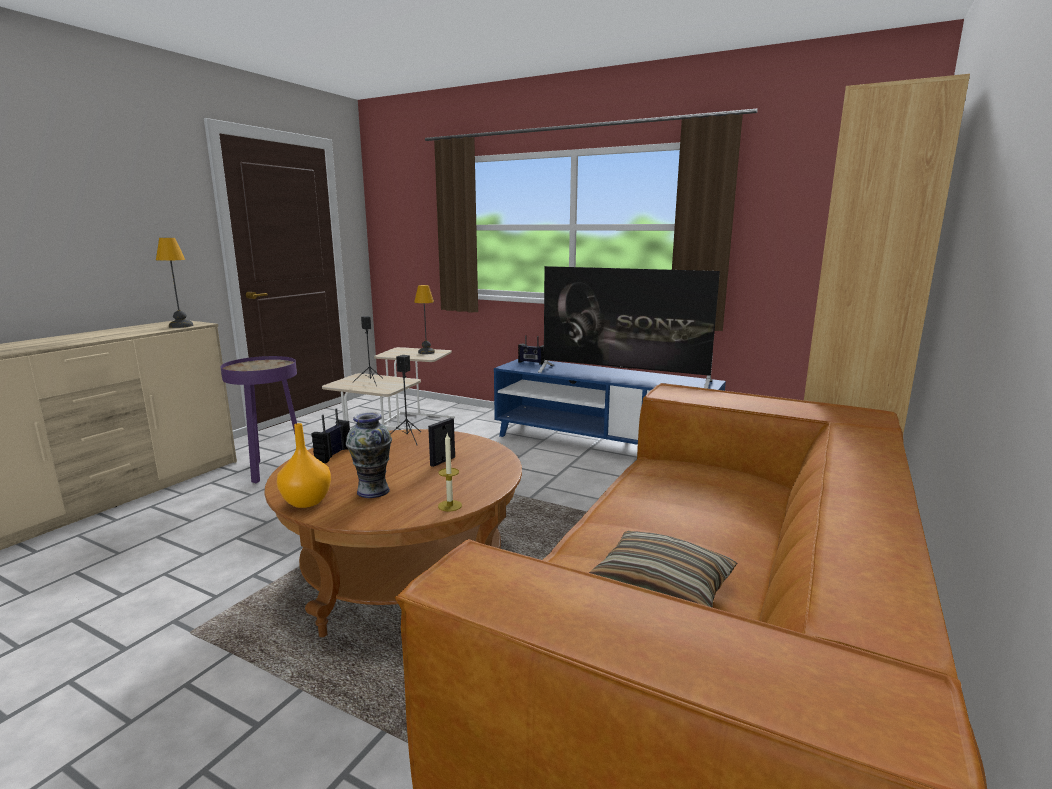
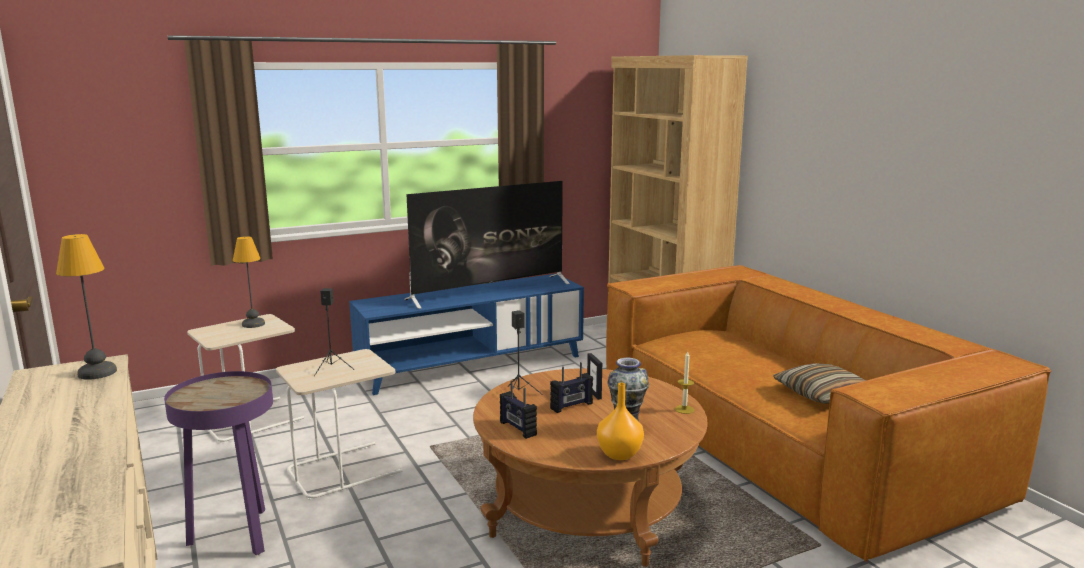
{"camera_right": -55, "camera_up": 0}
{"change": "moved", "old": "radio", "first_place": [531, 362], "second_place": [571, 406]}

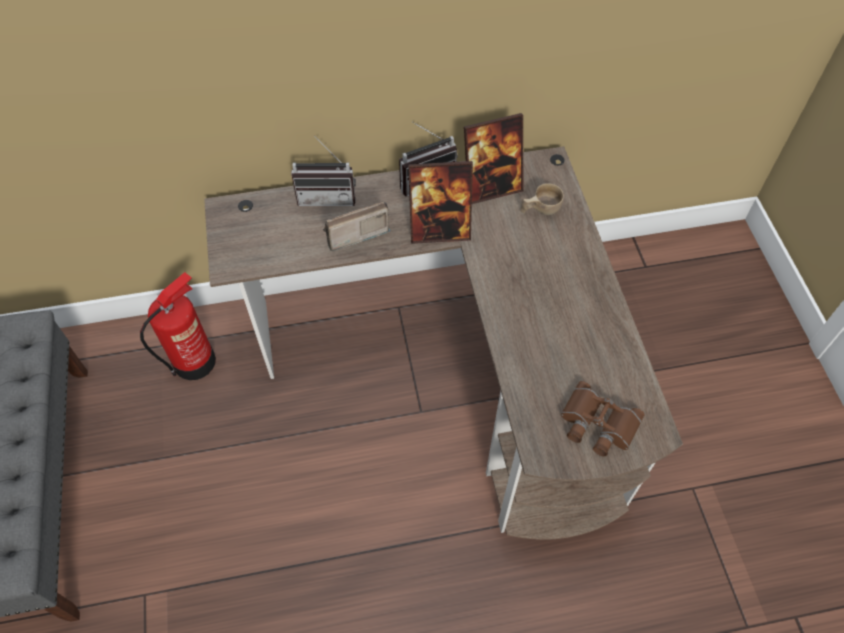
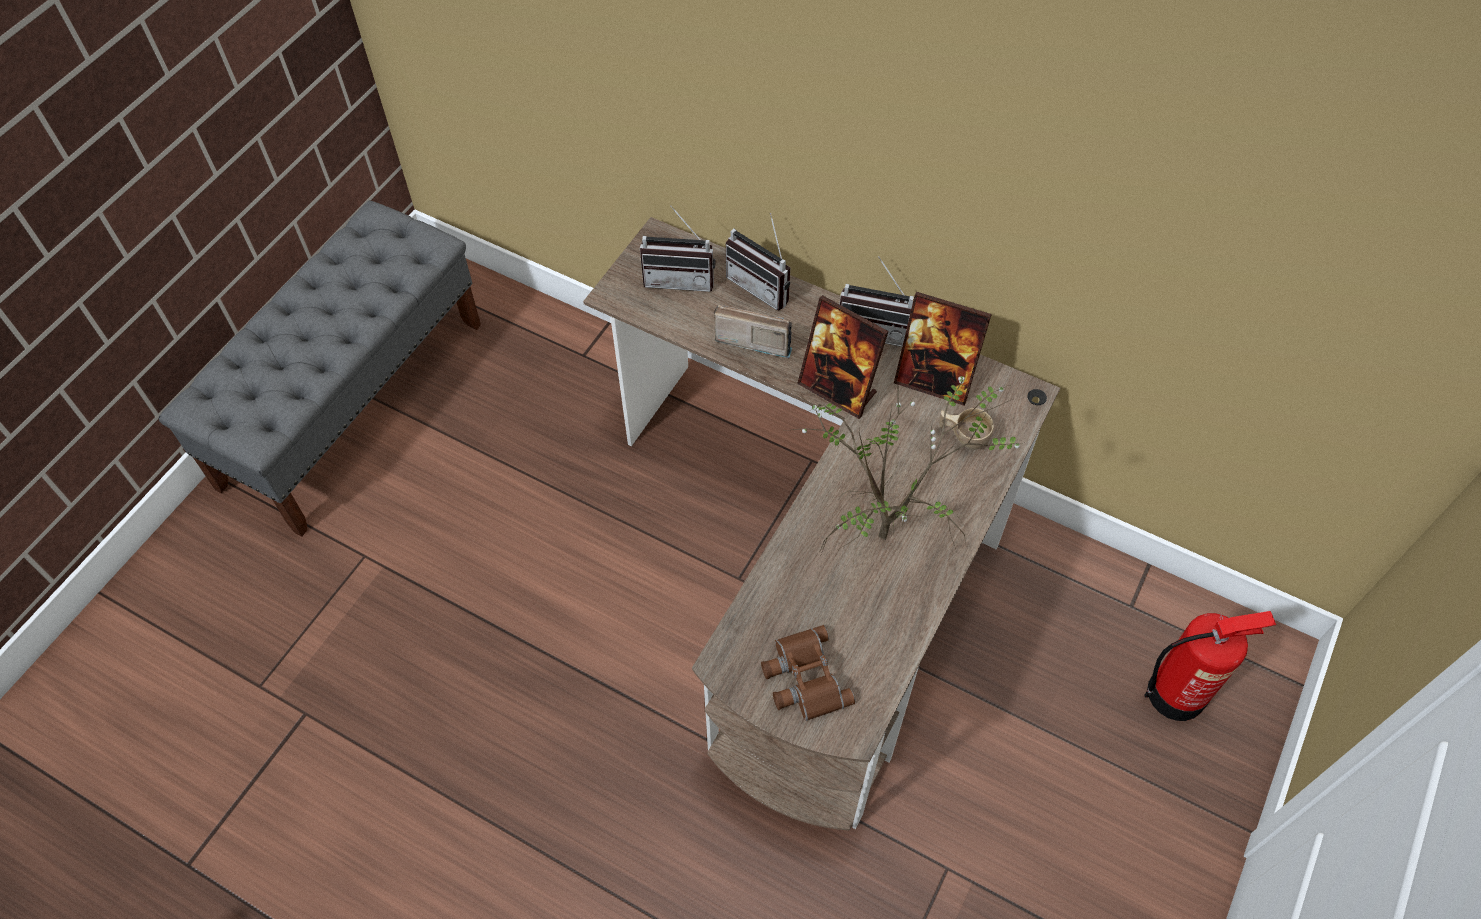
{"camera_right": 40, "camera_up": 0}
{"change": "moved", "old": "extintor", "first_place": [195, 361], "second_place": [1177, 693]}
{"change": "added", "new": "radio", "second_place": [680, 278]}
{"change": "added", "new": "planta en maceta", "second_place": [889, 533]}

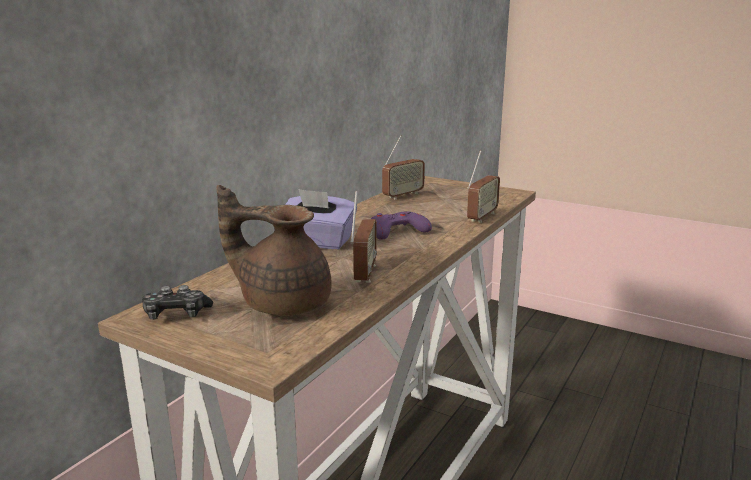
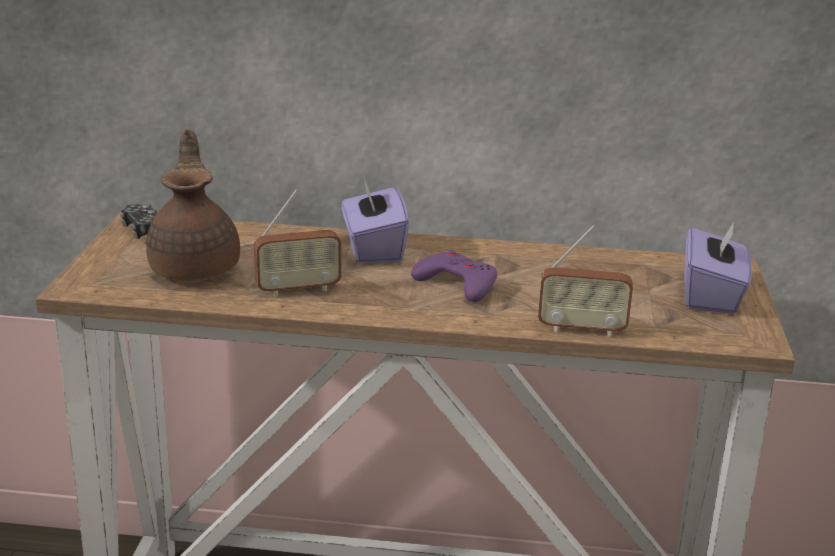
{"camera_right": 65, "camera_up": 5}
{"change": "removed", "old": "radio", "first_place": [403, 195]}
{"change": "added", "new": "caja de pañuelos/morado", "second_place": [712, 296]}

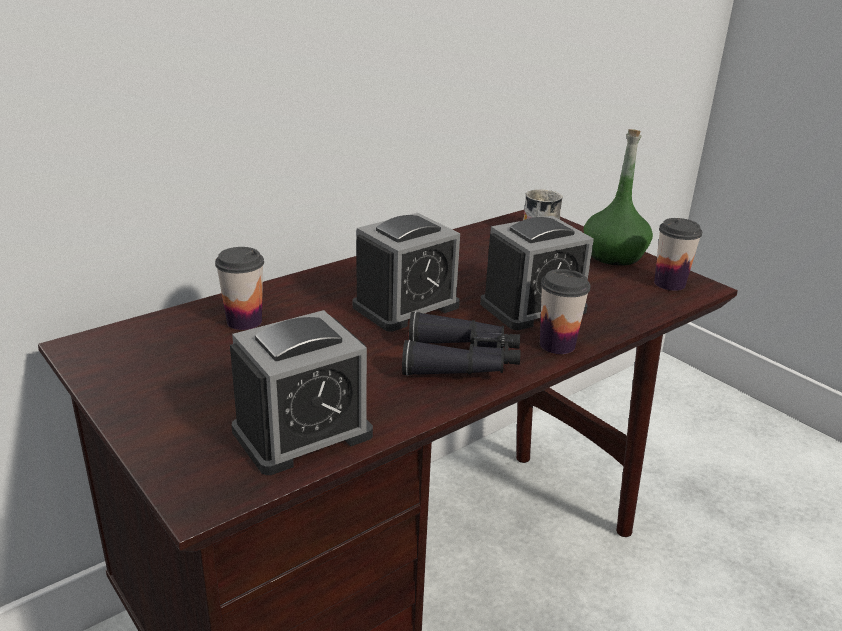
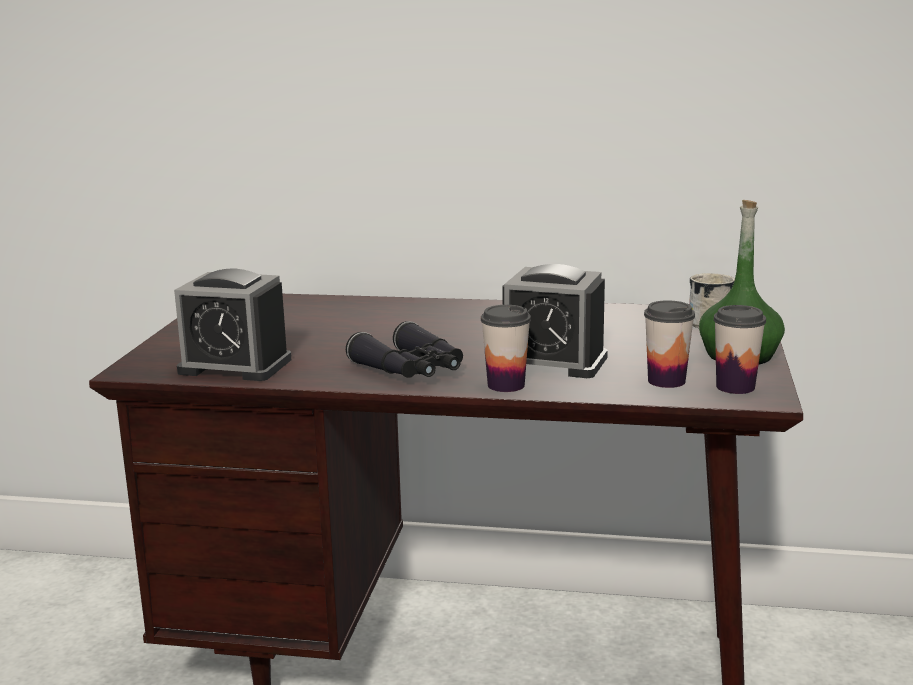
{"camera_right": 50, "camera_up": -10}
{"change": "moved", "old": "taza", "first_place": [244, 321], "second_place": [666, 381]}
{"change": "removed", "old": "despertador", "first_place": [406, 306]}

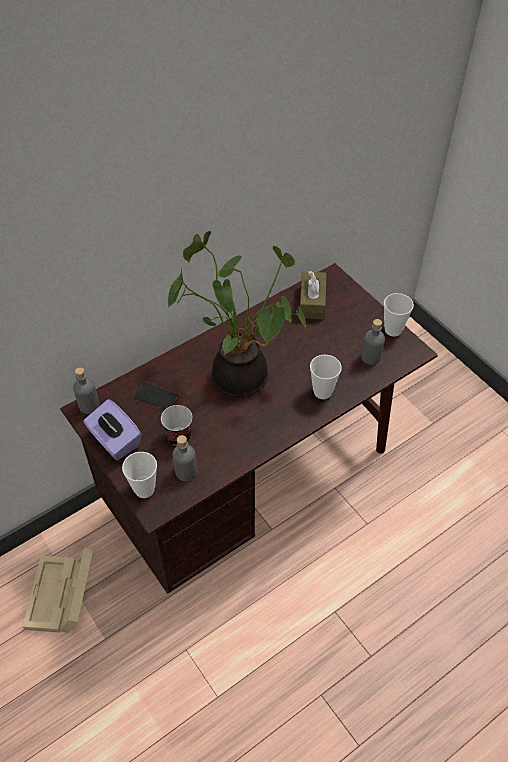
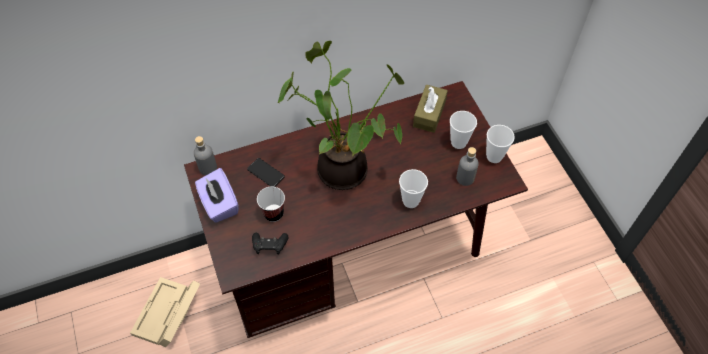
{"camera_right": 15, "camera_up": 5}
{"change": "moved", "old": "taza", "first_place": [144, 489], "second_place": [458, 142]}
{"change": "replaced", "old": "botella/gris", "new": "mando de consola/negro", "first_place": [186, 472], "second_place": [270, 246]}

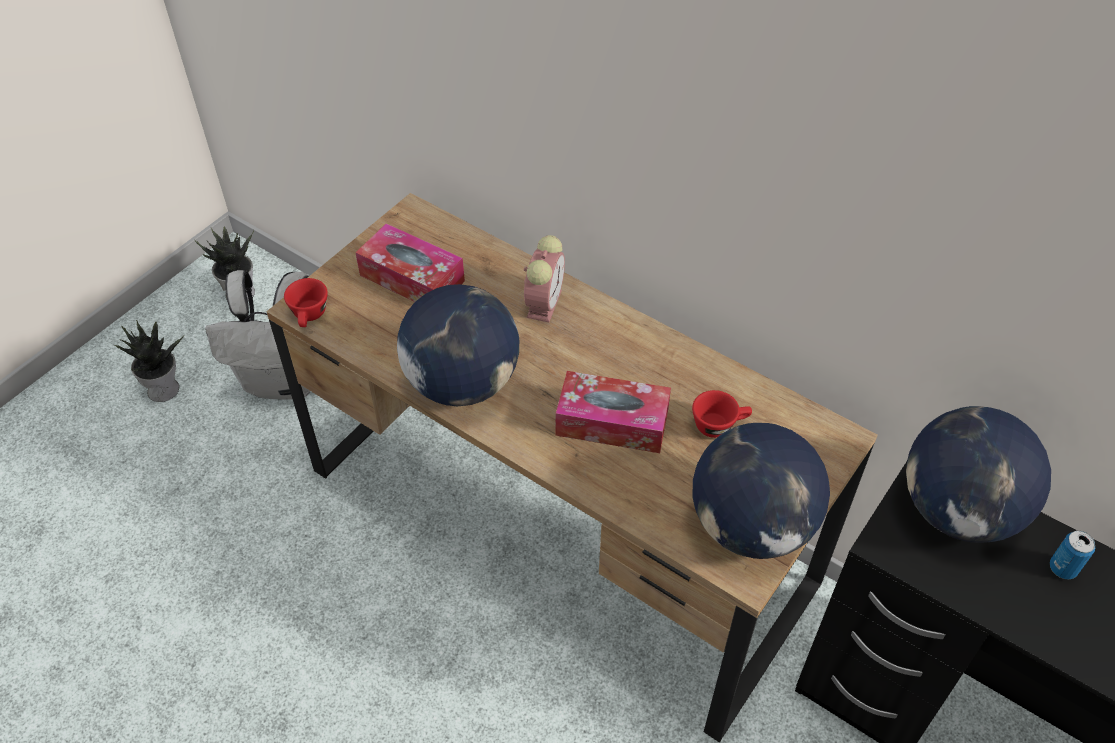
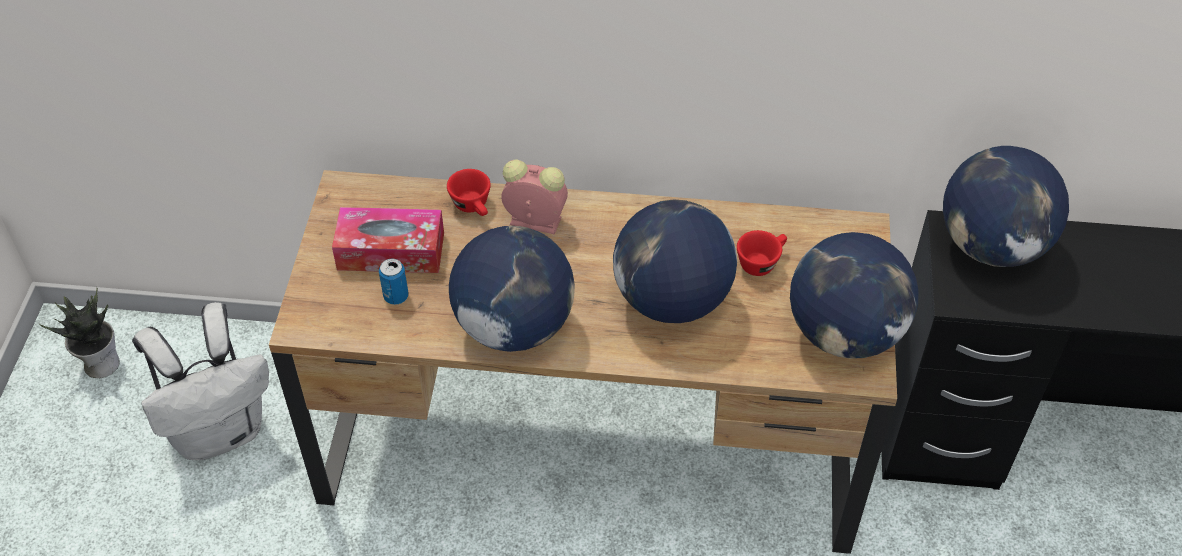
{"camera_right": -30, "camera_up": 0}
{"change": "removed", "old": "planta en maceta", "first_place": [164, 388]}
{"change": "moved", "old": "taza/rojo", "first_place": [310, 316], "second_place": [474, 207]}
{"change": "turned", "old": "despertador", "first_place": [544, 302], "second_place": [533, 221], "degrees": -60}
{"change": "replaced", "old": "caja de pañuelos", "new": "globo terráqueo", "first_place": [612, 422], "second_place": [671, 300]}
{"change": "moved", "old": "lata", "first_place": [1062, 568], "second_place": [396, 296]}

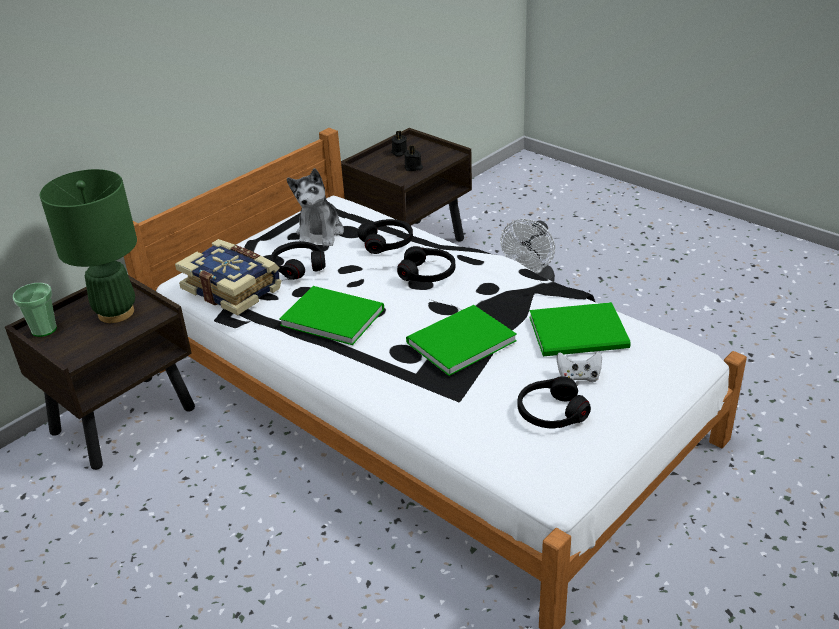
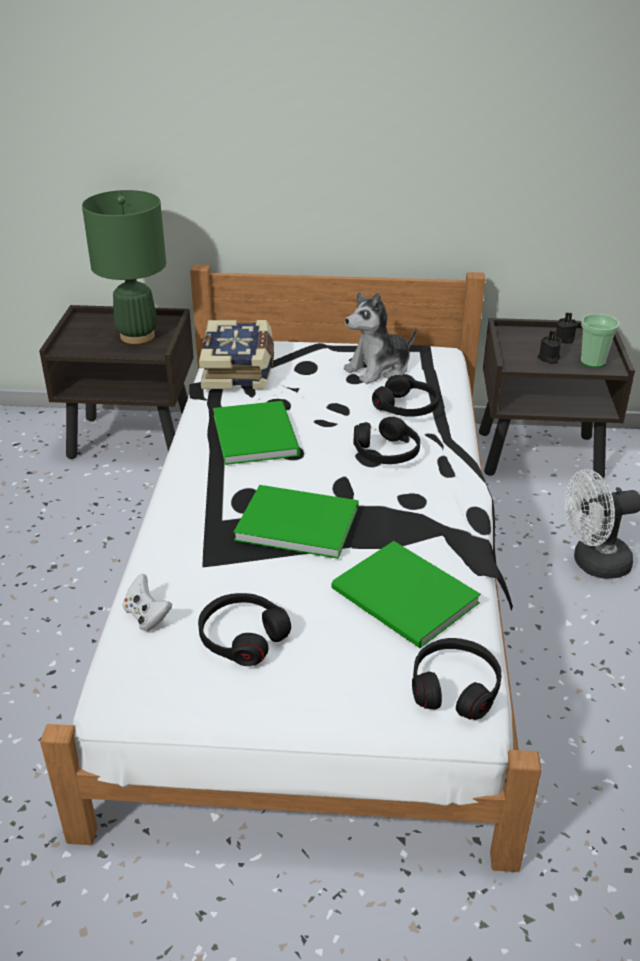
{"camera_right": 50, "camera_up": 0}
{"change": "moved", "old": "taza", "first_place": [44, 329], "second_place": [592, 362]}
{"change": "moved", "old": "auriculares/negro", "first_place": [298, 266], "second_place": [455, 687]}
{"change": "moved", "old": "mando de consola/blanco", "first_place": [578, 377], "second_place": [147, 616]}

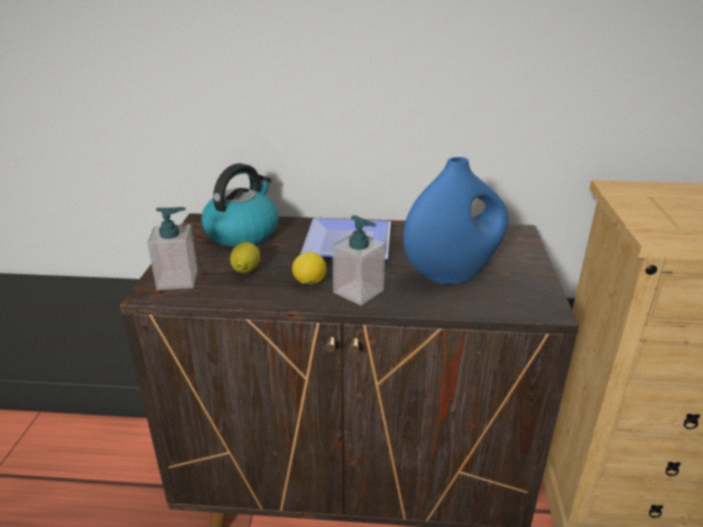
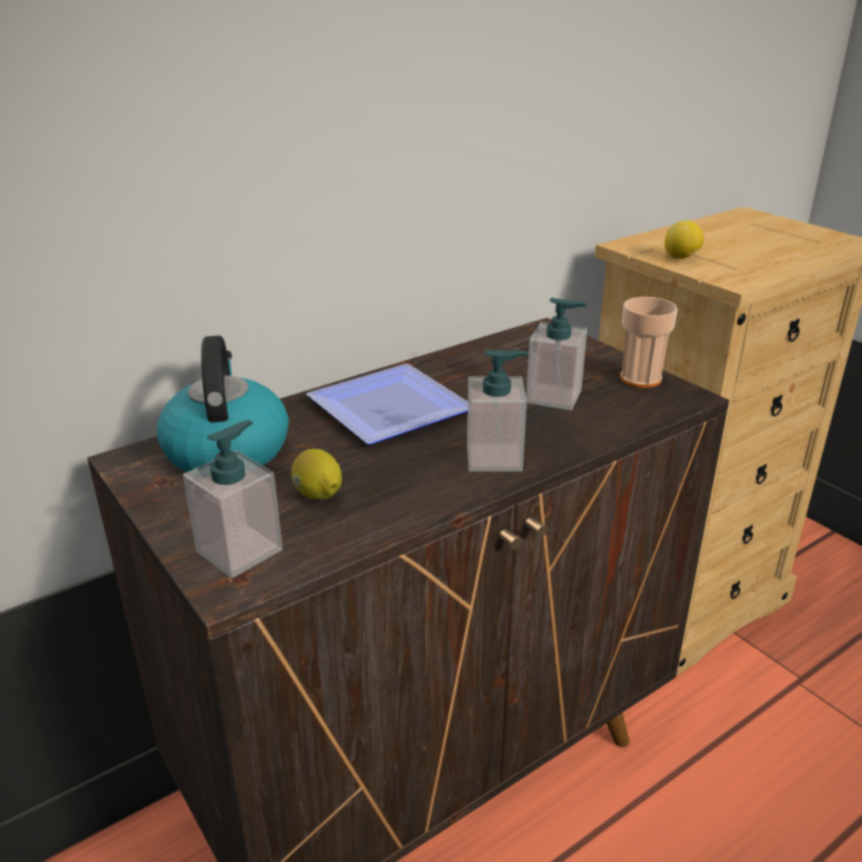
{"camera_right": -40, "camera_up": 0}
{"change": "moved", "old": "limón", "first_place": [309, 283], "second_place": [681, 258]}
{"change": "replaced", "old": "florero/azul", "new": "dispensador de jabón", "first_place": [452, 273], "second_place": [554, 397]}
{"change": "added", "new": "taza", "second_place": [640, 379]}

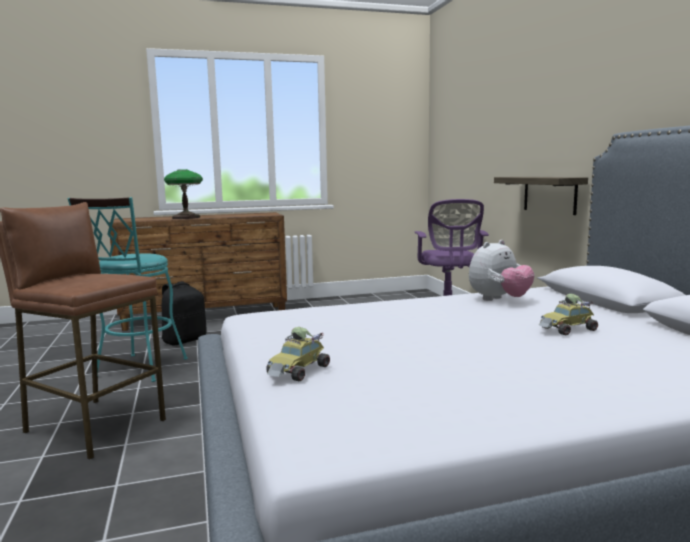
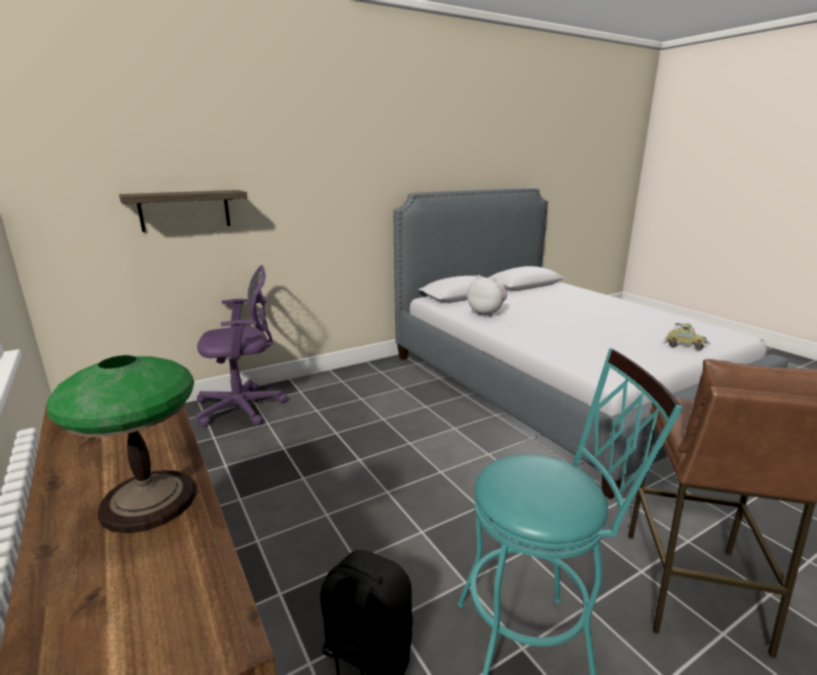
{"camera_right": -105, "camera_up": 10}
{"change": "moved", "old": "estante", "first_place": [549, 194], "second_place": [185, 210]}
{"change": "removed", "old": "coche de juguete", "first_place": [568, 329]}

